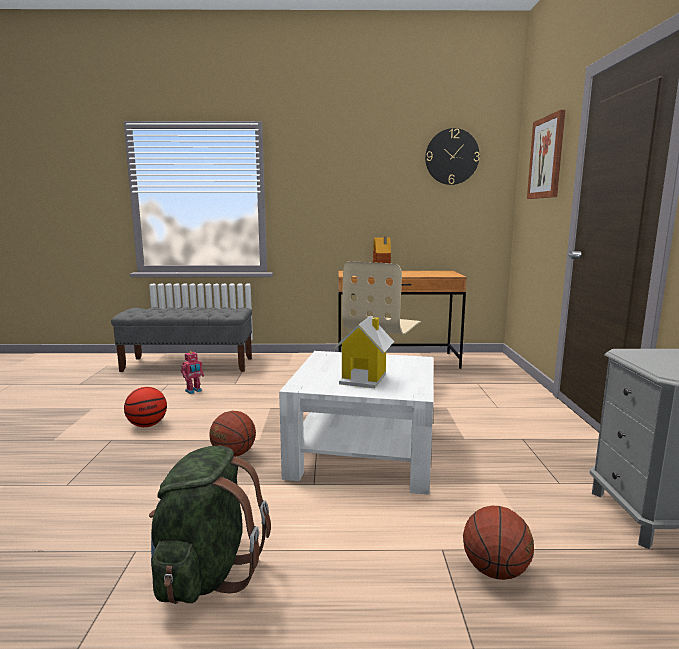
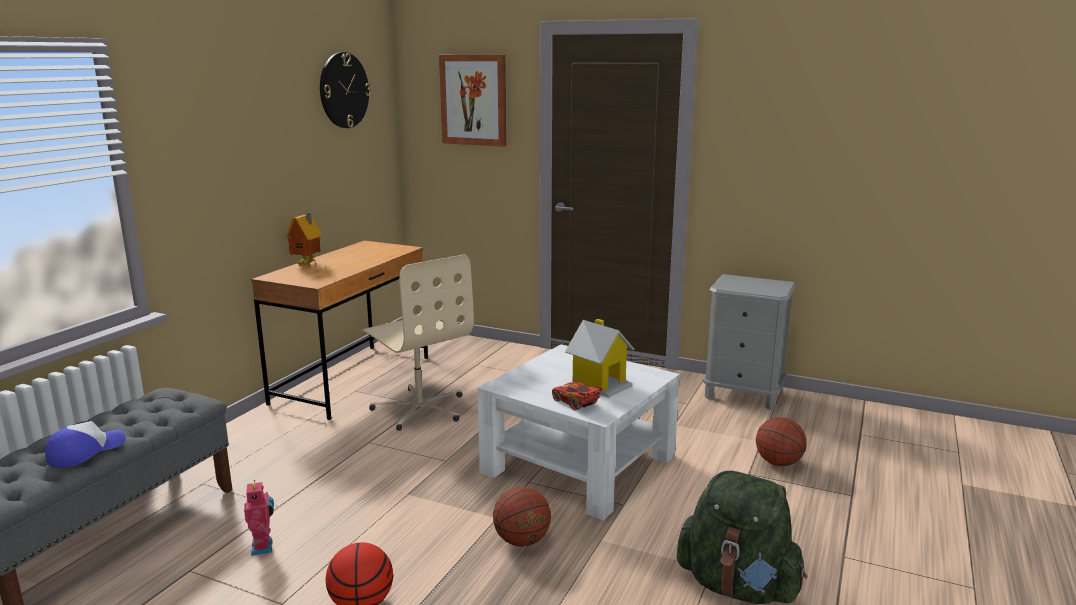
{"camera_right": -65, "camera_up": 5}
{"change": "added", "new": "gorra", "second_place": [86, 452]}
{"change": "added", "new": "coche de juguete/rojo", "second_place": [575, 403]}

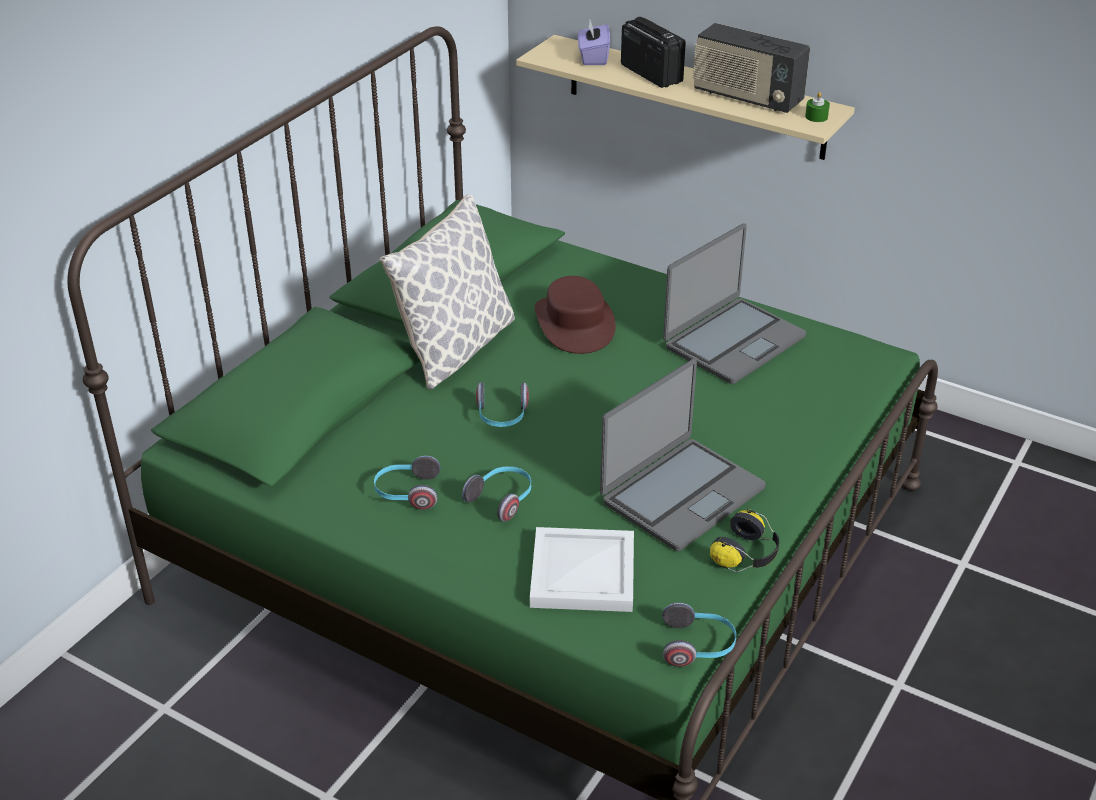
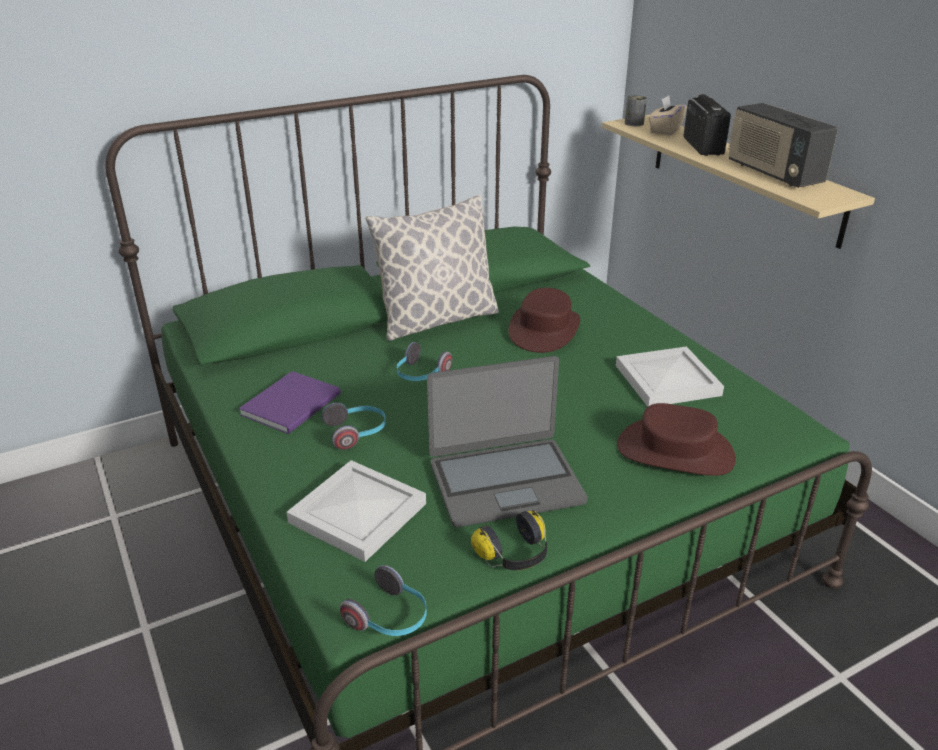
{"camera_right": 30, "camera_up": -5}
{"change": "replaced", "old": "auriculares", "new": "libro/morado", "first_place": [407, 493], "second_place": [294, 404]}
{"change": "recoloured", "old": "caja de pañuelos/morado", "new": "caja de pañuelos/beis", "first_place": [593, 58], "second_place": [665, 130]}
{"change": "replaced", "old": "portátil", "new": "bandeja/blanco", "first_place": [733, 341], "second_place": [668, 379]}
{"change": "removed", "old": "vela/verde", "first_place": [816, 117]}
{"change": "added", "new": "sombrero/marrón", "second_place": [675, 451]}
{"change": "added", "new": "lata", "second_place": [634, 123]}

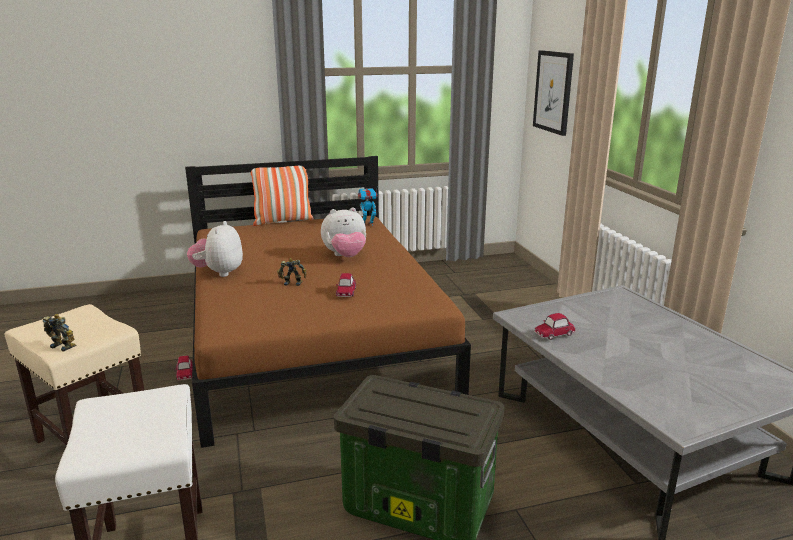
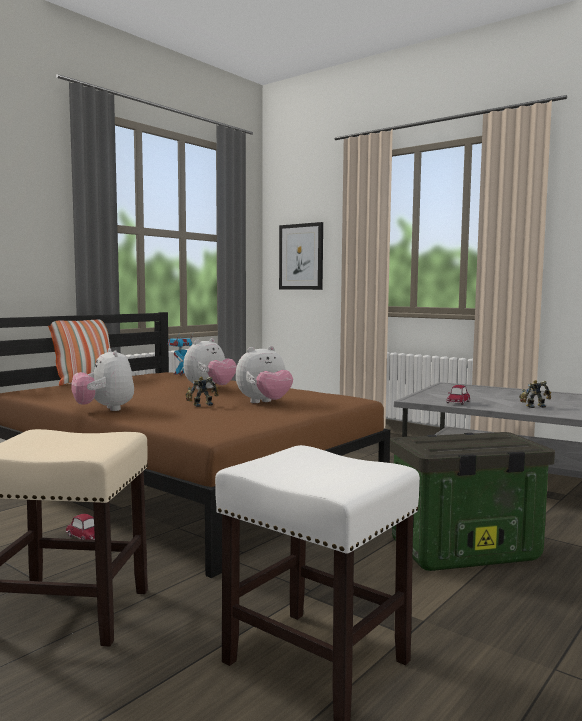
{"camera_right": -35, "camera_up": -15}
{"change": "moved", "old": "robot de juguete", "first_place": [64, 345], "second_place": [534, 406]}
{"change": "replaced", "old": "coche de juguete", "new": "peluche", "first_place": [346, 292], "second_place": [264, 403]}

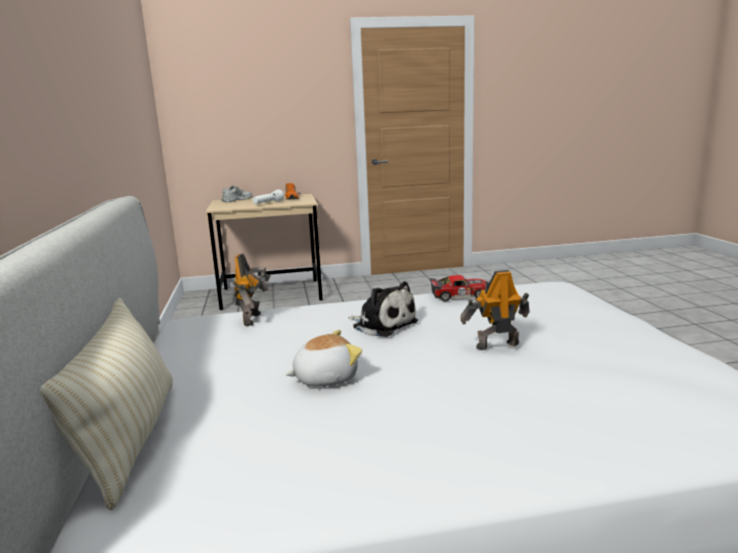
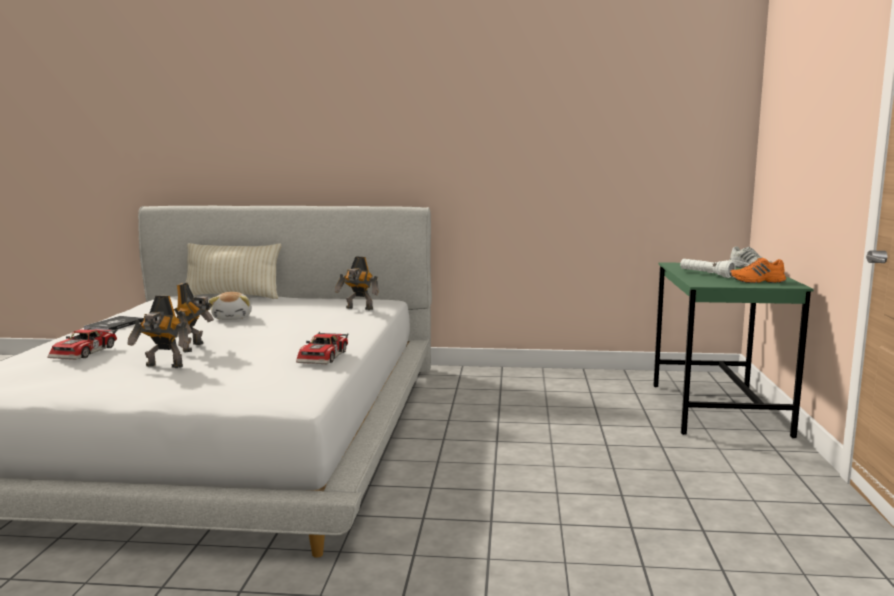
{"camera_right": 105, "camera_up": -5}
{"change": "recoloured", "old": "escritorio/beis", "new": "escritorio/verde", "first_place": [272, 294], "second_place": [718, 410]}
{"change": "removed", "old": "peluche", "first_place": [382, 324]}
{"change": "added", "new": "coche de juguete", "second_place": [86, 352]}
{"change": "added", "new": "libro", "second_place": [114, 325]}
{"change": "added", "new": "robot de juguete", "second_place": [163, 366]}

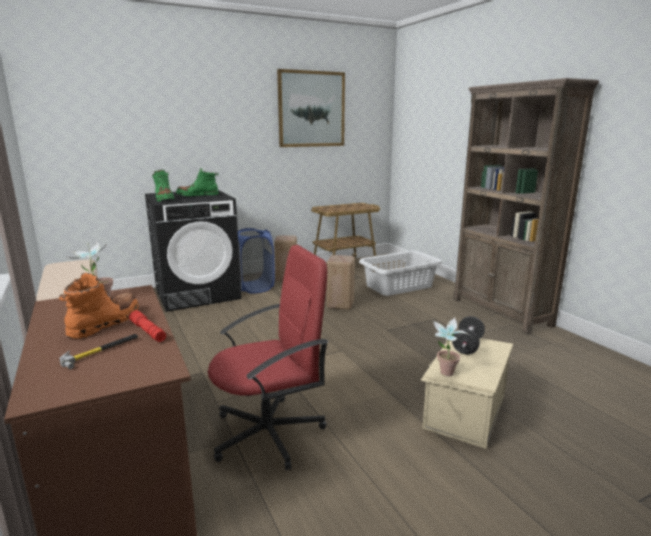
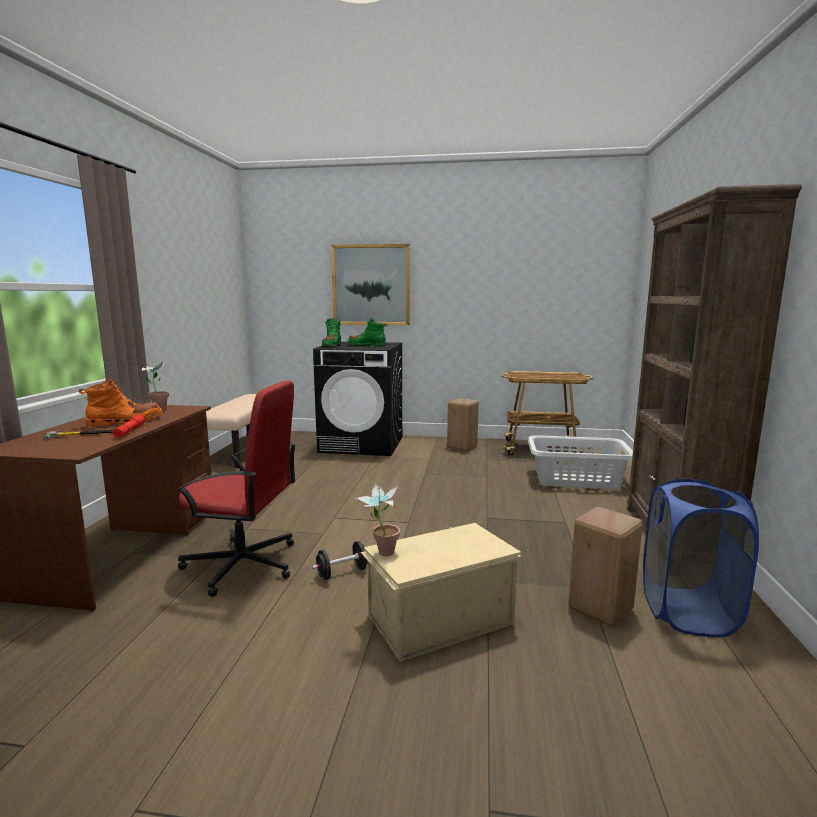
{"camera_right": 35, "camera_up": -5}
{"change": "moved", "old": "cesto de la ropa/azul", "first_place": [254, 287], "second_place": [687, 611]}
{"change": "moved", "old": "cuadro", "first_place": [311, 109], "second_place": [371, 285]}
{"change": "moved", "old": "taburete/beis", "first_place": [341, 304], "second_place": [602, 608]}
{"change": "moved", "old": "mancuerna/negro", "first_place": [467, 346], "second_place": [342, 573]}

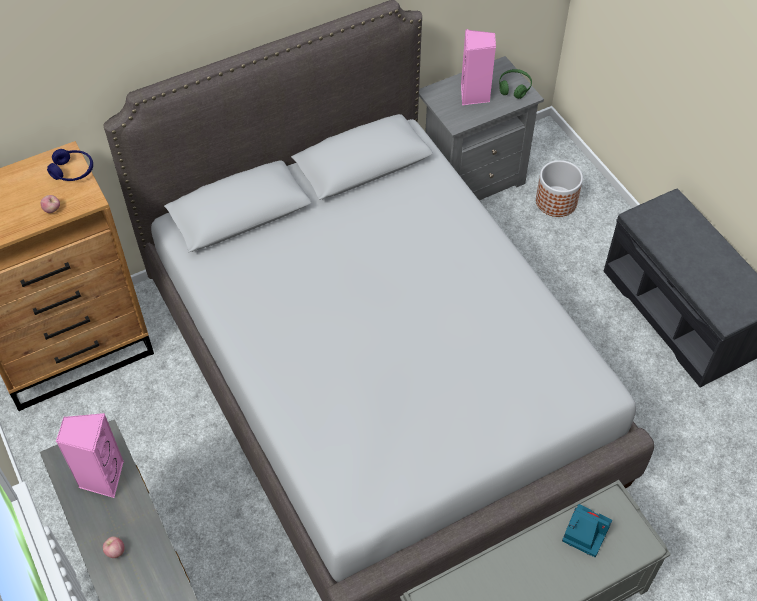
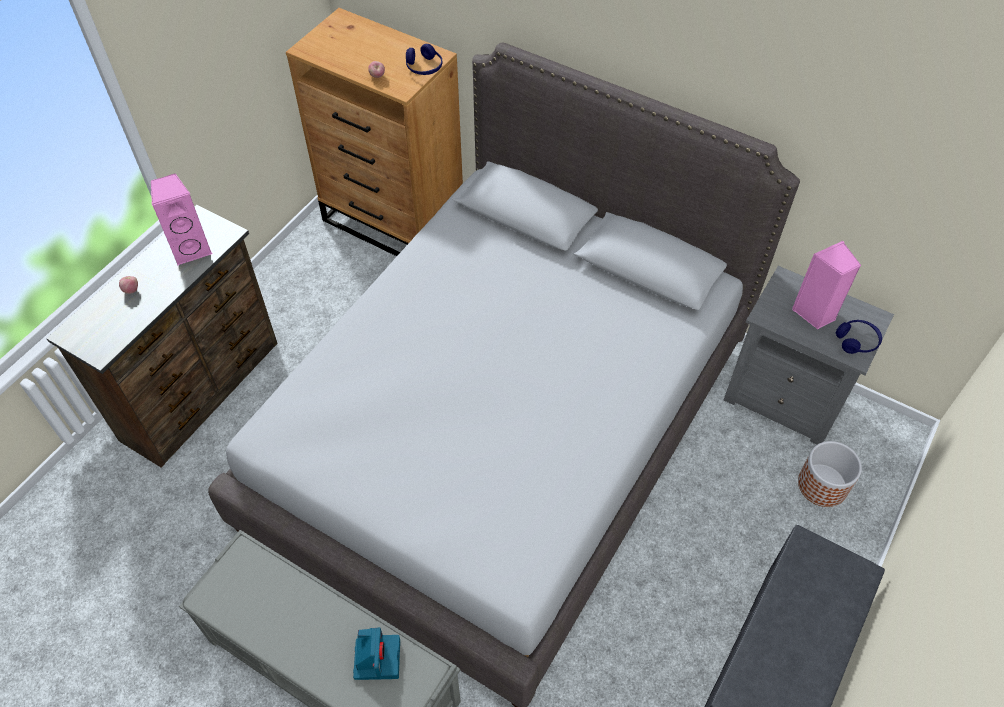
{"camera_right": 60, "camera_up": 0}
{"change": "recoloured", "old": "auriculares/verde", "new": "auriculares/azul", "first_place": [514, 87], "second_place": [857, 341]}

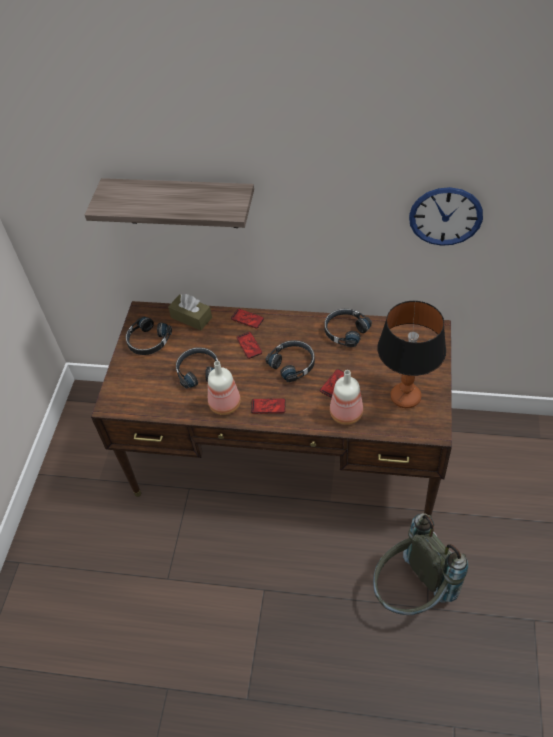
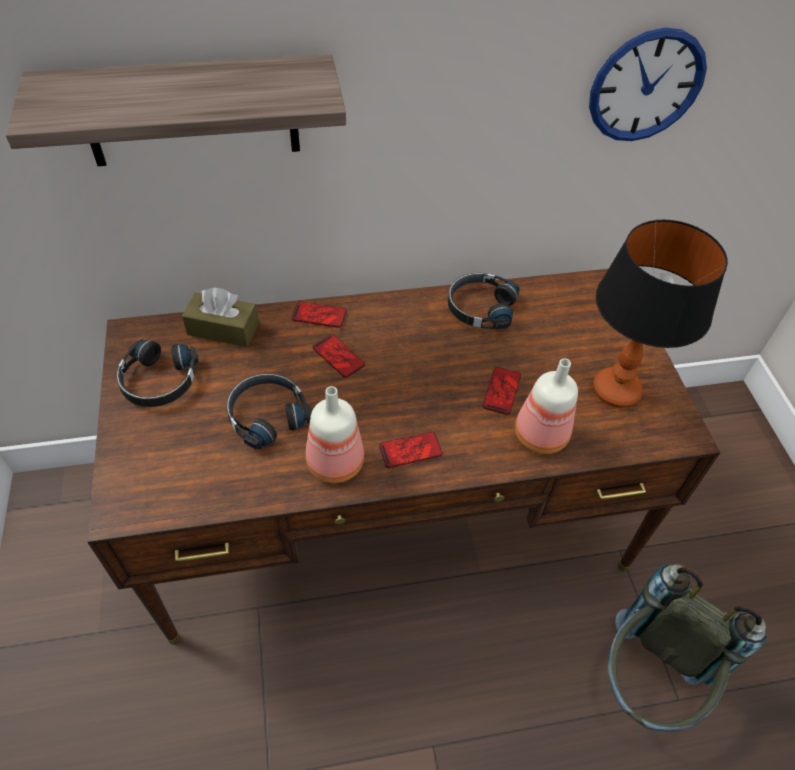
{"camera_right": -25, "camera_up": 0}
{"change": "removed", "old": "auriculares/negro", "first_place": [293, 364]}

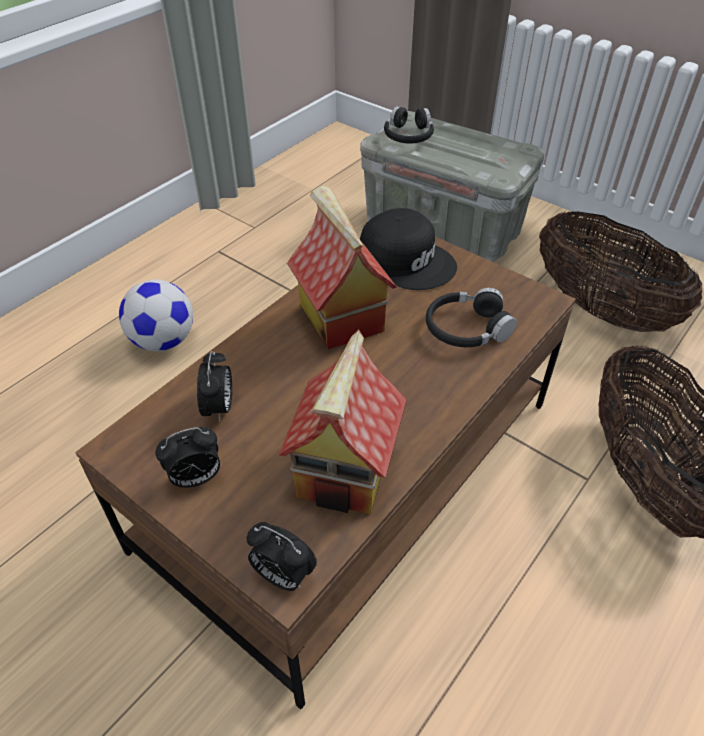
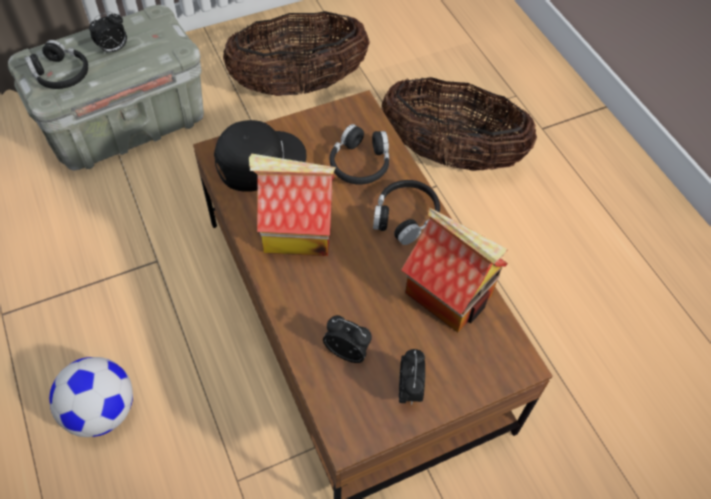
{"camera_right": -65, "camera_up": 10}
{"change": "moved", "old": "despertador", "first_place": [282, 575], "second_place": [114, 49]}
{"change": "added", "new": "auriculares/negro", "second_place": [405, 216]}

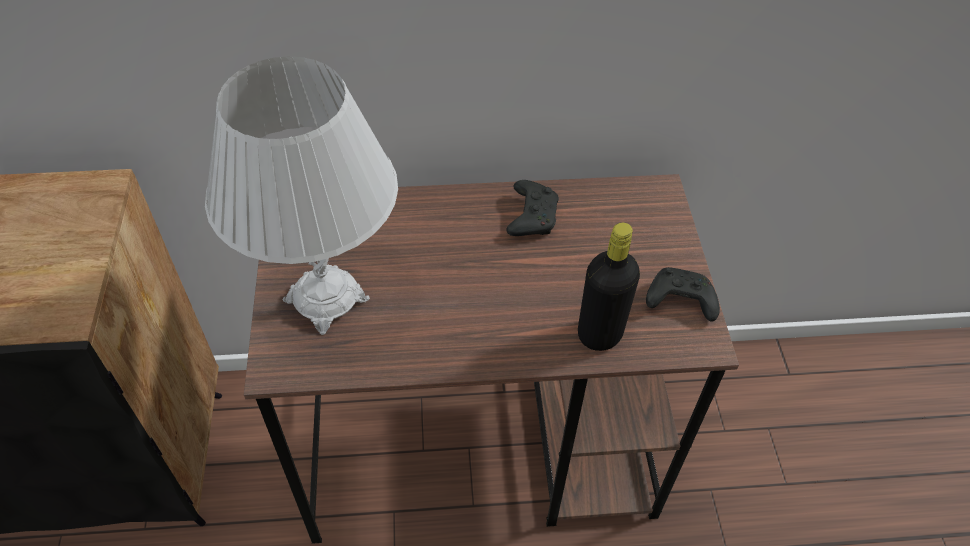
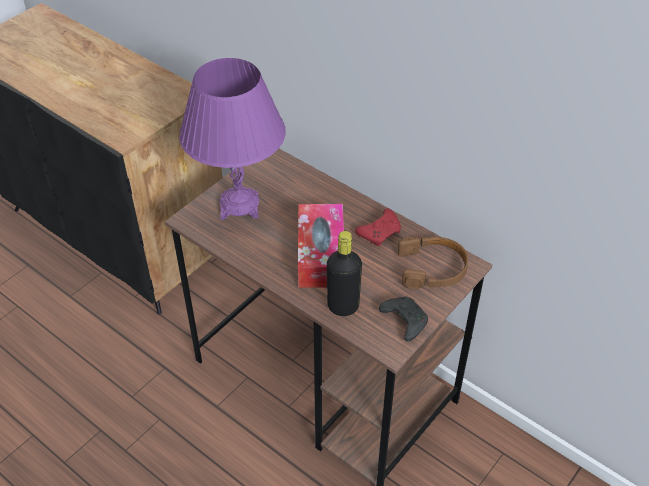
{"camera_right": 45, "camera_up": -5}
{"change": "recoloured", "old": "lámpara de mesa/blanco", "new": "lámpara de mesa/morado", "first_place": [326, 299], "second_place": [239, 206]}
{"change": "recoloured", "old": "mando de consola/negro", "new": "mando de consola/rojo", "first_place": [531, 216], "second_place": [380, 232]}
{"change": "added", "new": "caja de pañuelos", "second_place": [321, 254]}
{"change": "added", "new": "auriculares/marrón", "second_place": [432, 268]}

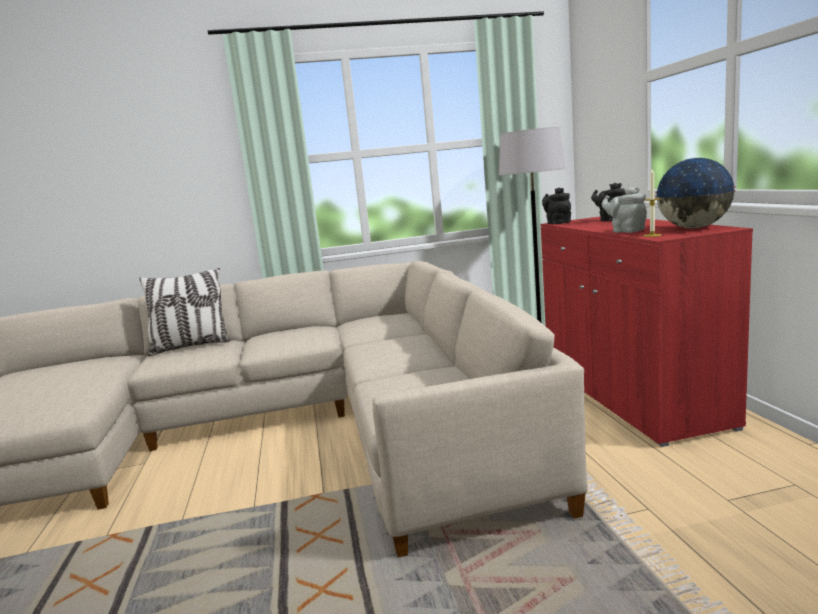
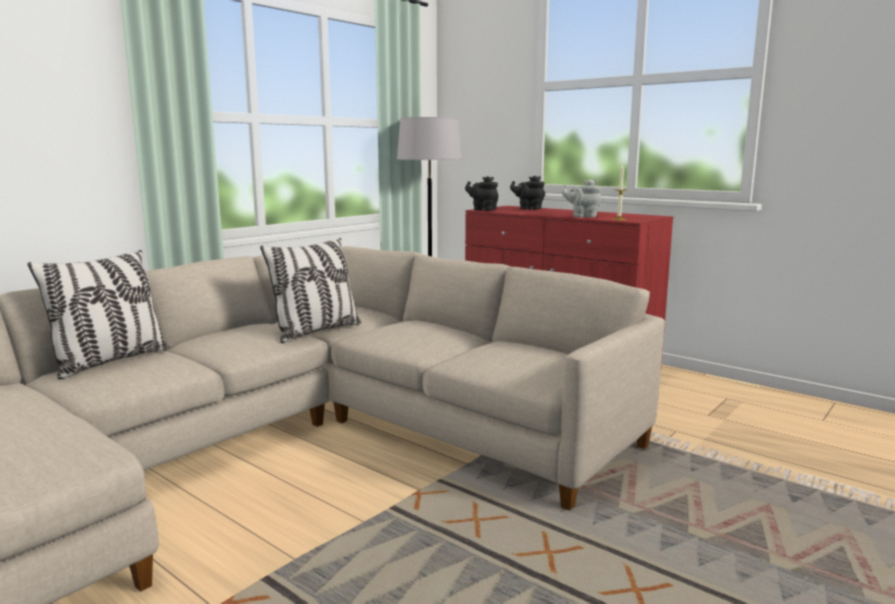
{"camera_right": -40, "camera_up": 0}
{"change": "removed", "old": "globo terráqueo", "first_place": [693, 228]}
{"change": "added", "new": "cojín", "second_place": [316, 331]}

